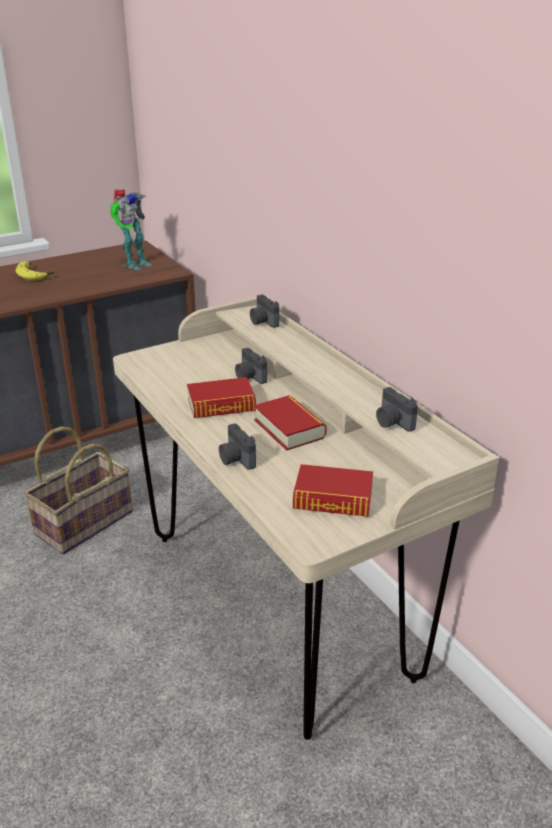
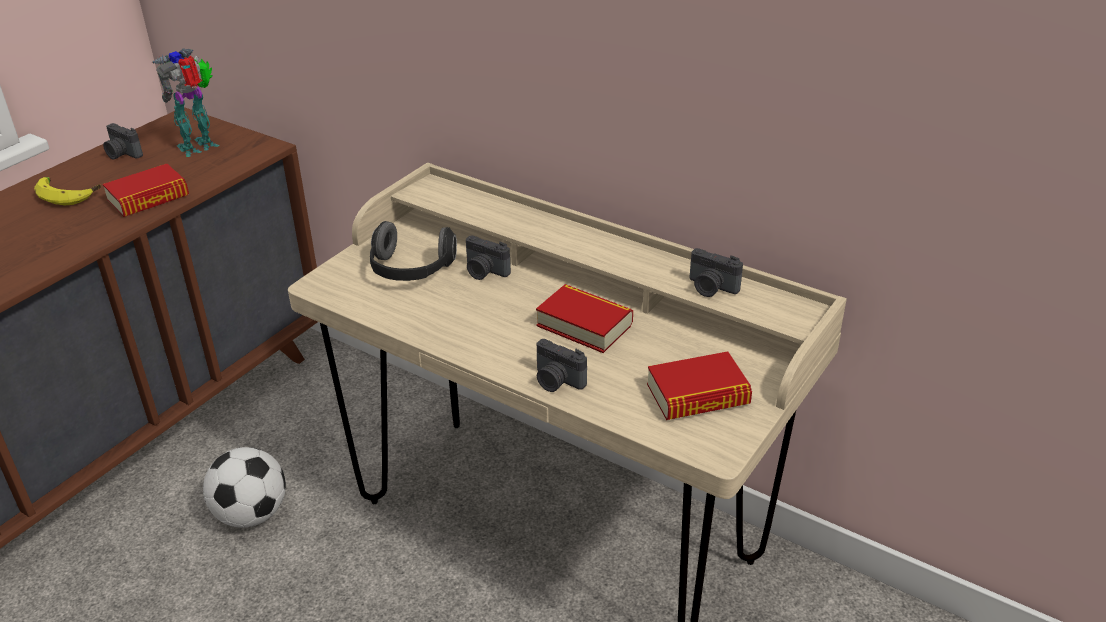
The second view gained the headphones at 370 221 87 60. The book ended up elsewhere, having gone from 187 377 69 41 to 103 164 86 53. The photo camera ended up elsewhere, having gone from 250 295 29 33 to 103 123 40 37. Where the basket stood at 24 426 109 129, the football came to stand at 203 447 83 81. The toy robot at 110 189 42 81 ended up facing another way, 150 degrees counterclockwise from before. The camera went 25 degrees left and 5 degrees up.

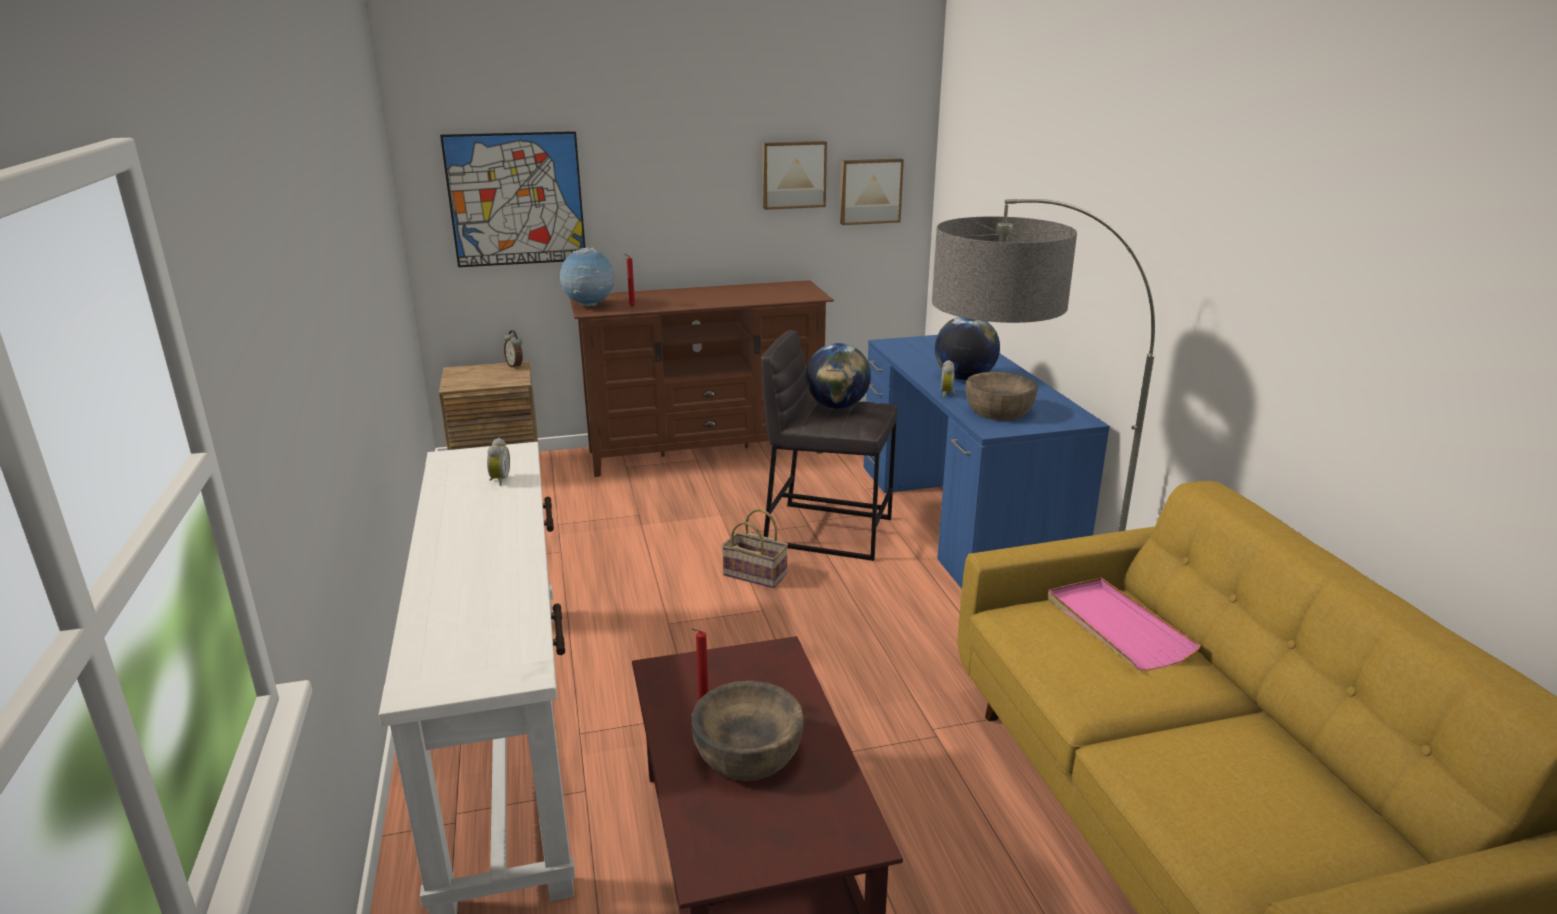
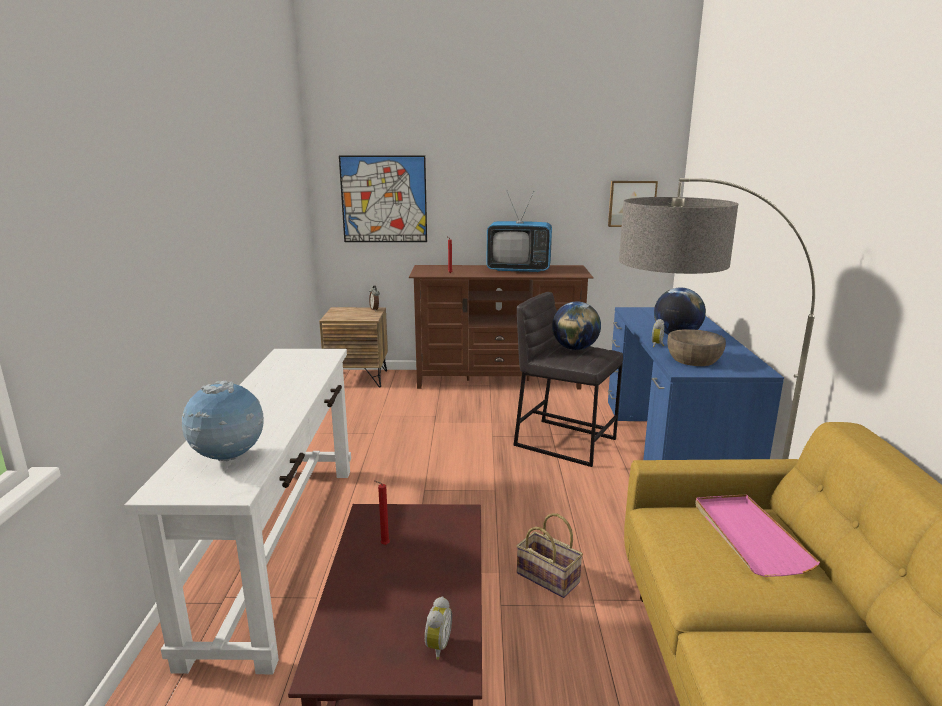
The second view lost the brown bowl at 692 681 112 100. The second view lost the picture at 763 141 64 69. The second view gained the television at 487 192 65 81. The alarm clock ended up elsewhere, having gone from 487 438 23 48 to 425 596 27 64. The globe ended up elsewhere, having gone from 560 247 56 59 to 182 380 82 81. The basket ended up elsewhere, having gone from 721 509 67 79 to 517 513 66 85. The camera went 15 degrees right and 5 degrees down.

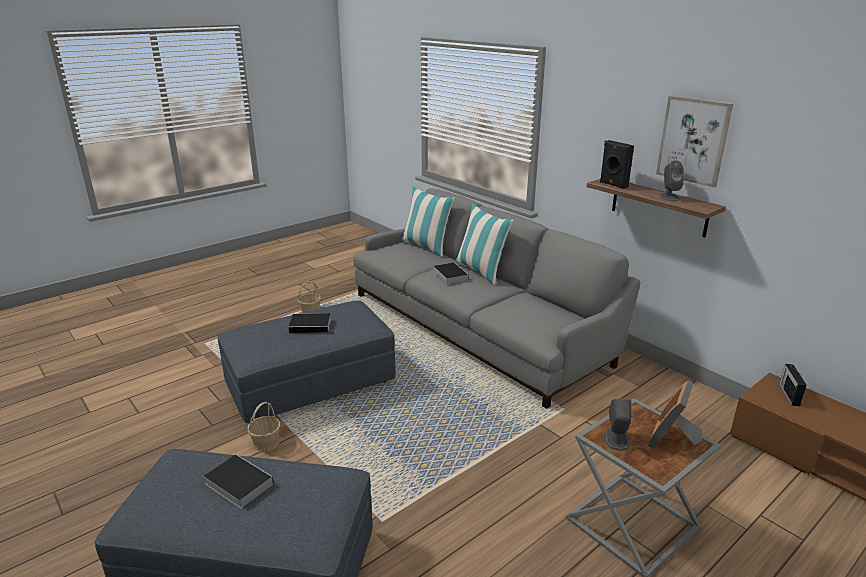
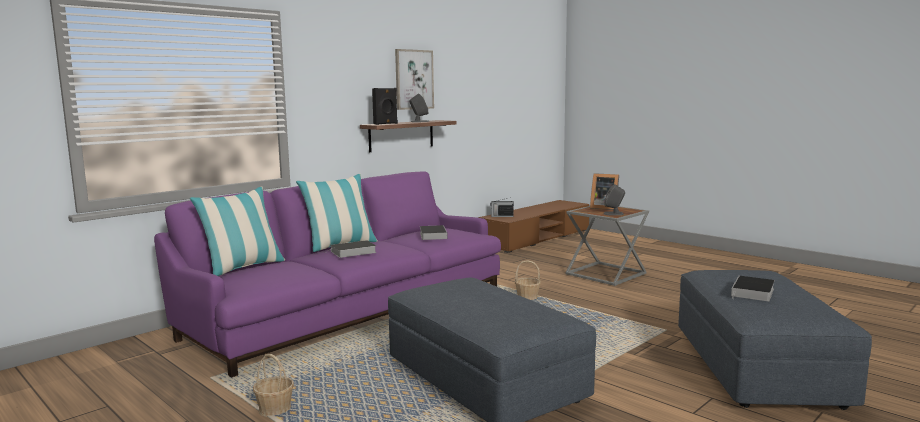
The basket ended up elsewhere, having gone from 247 402 34 50 to 515 260 26 40. The book ended up elsewhere, having gone from 288 313 47 20 to 420 225 28 15. What was the grey sofa at 353 188 287 221 turned into the purple sofa at 154 171 347 207. The camera went 95 degrees left and 15 degrees down.

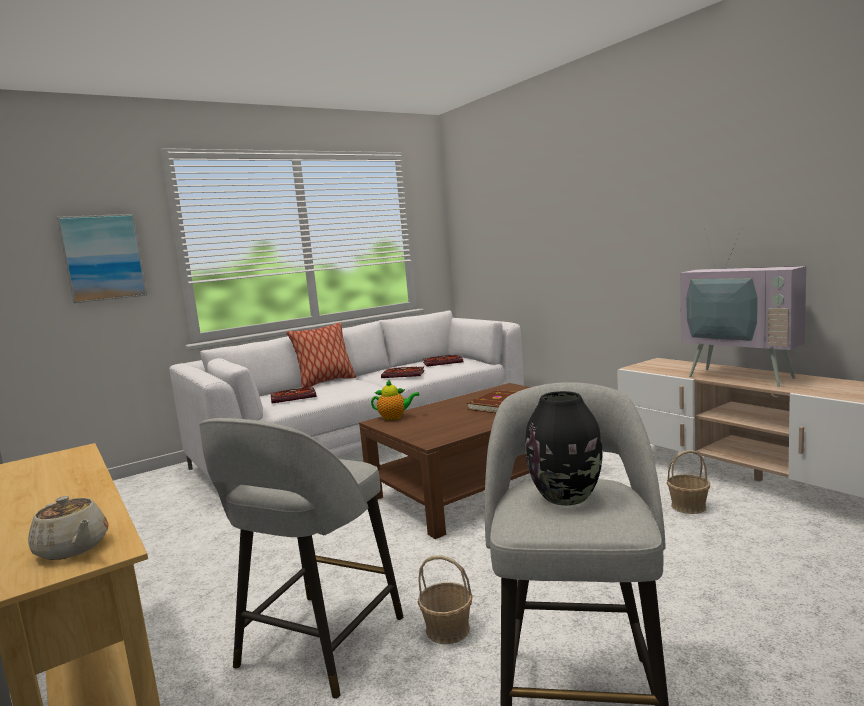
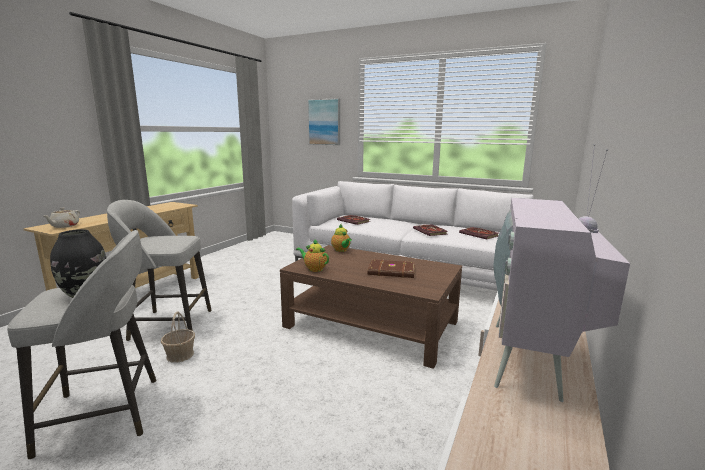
The second view lost the pillow at 287 322 69 66. The second view lost the basket at 667 450 43 64. The second view gained the teapot at 296 239 33 33. The camera went 60 degrees right and 5 degrees up.

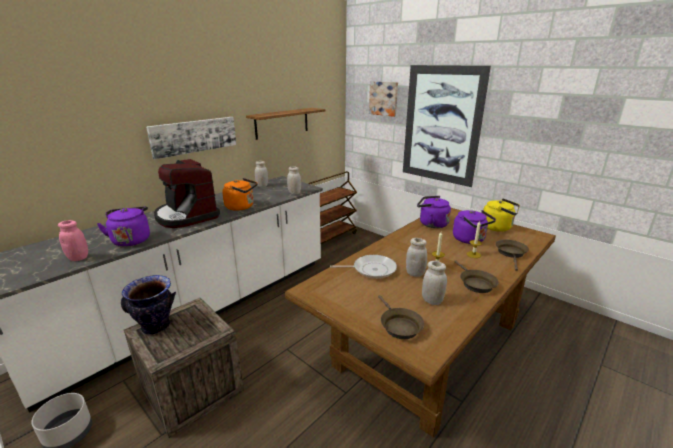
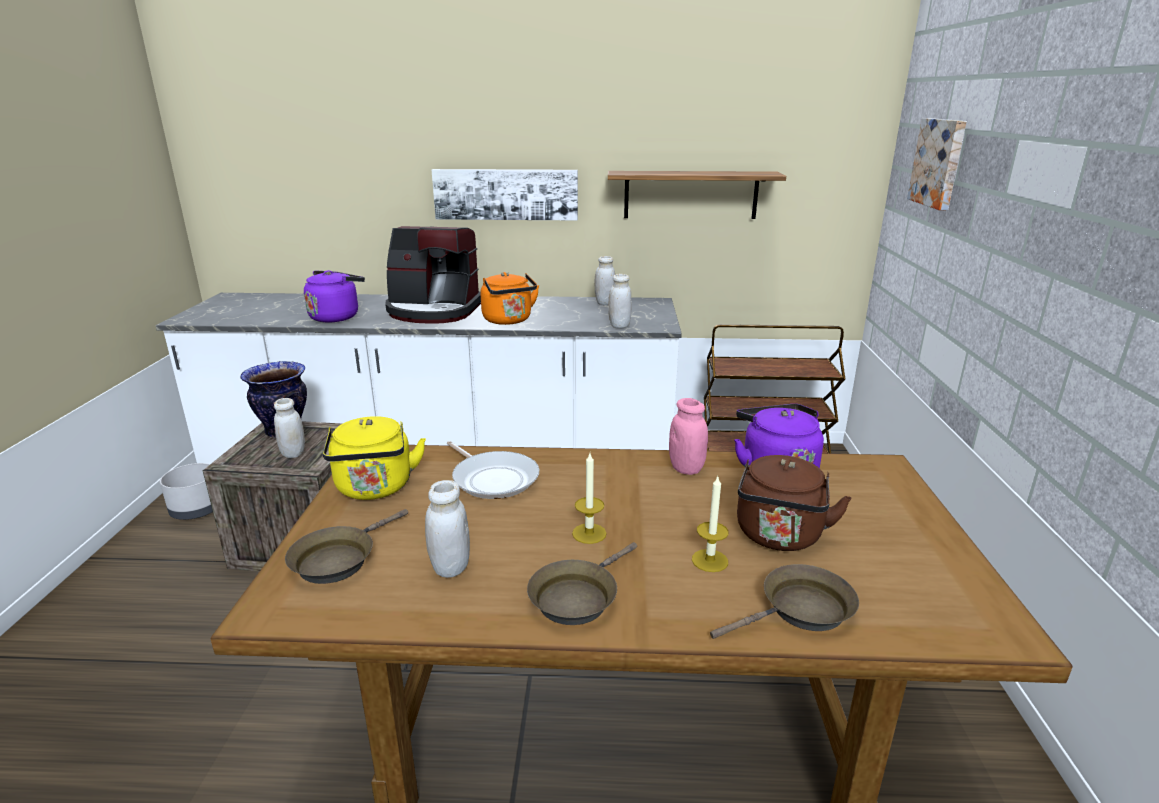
The second view lost the picture at 403 65 88 122. The pink jar ended up elsewhere, having gone from 58 220 30 41 to 669 398 39 77. The white jar ended up elsewhere, having gone from 406 238 21 39 to 274 398 31 60. The yellow kettle ended up elsewhere, having gone from 483 199 37 33 to 323 416 103 84. What was the purple kettle at 453 210 43 34 turned into the brown kettle at 737 455 115 96. The coffee machine at 154 159 66 69 ended up facing another way, 90 degrees counterclockwise from before. The camera went 50 degrees right and 0 degrees up.

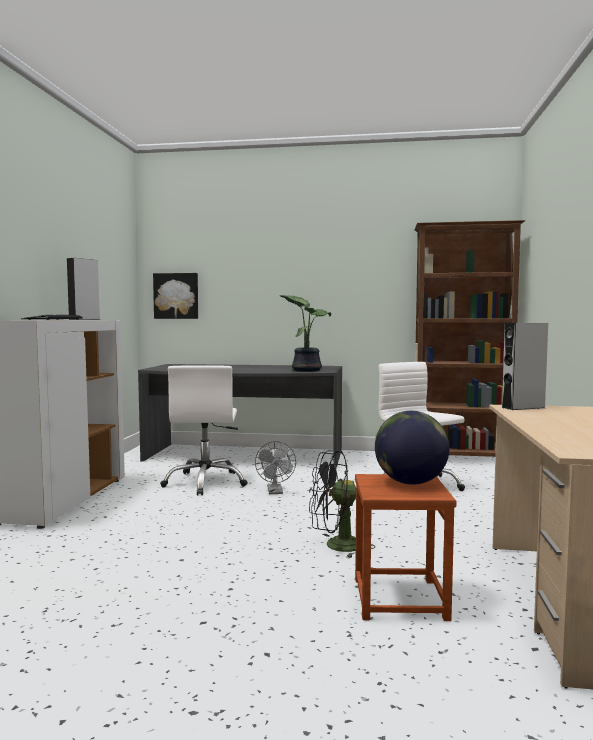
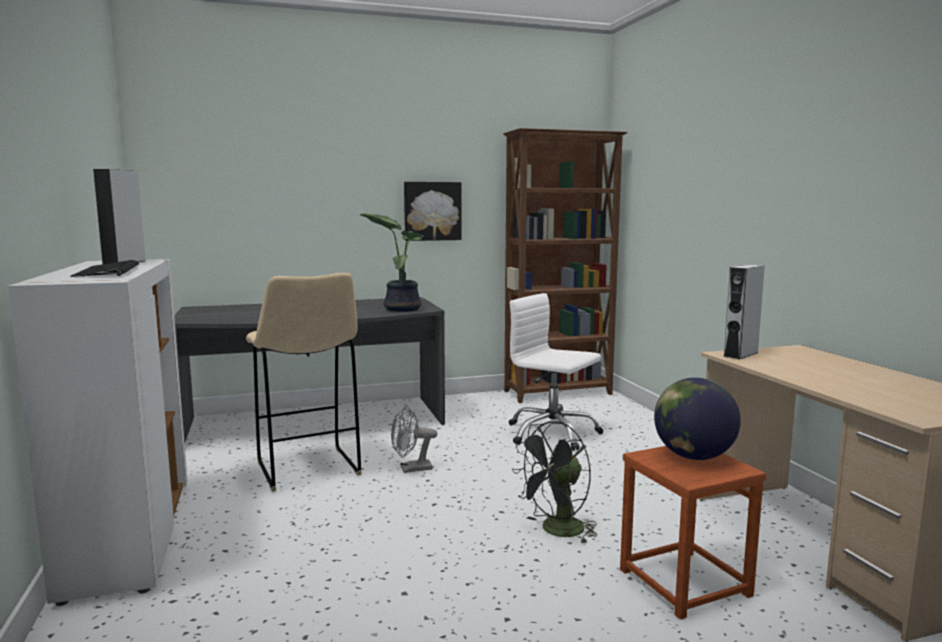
The picture ended up elsewhere, having gone from 153 273 45 46 to 404 182 58 59. Where the white office chair stood at 160 365 88 131, the beige stool came to stand at 246 273 116 219. The grey fan at 255 441 41 53 ended up facing another way, 105 degrees clockwise from before. The camera went 25 degrees left and 5 degrees up.

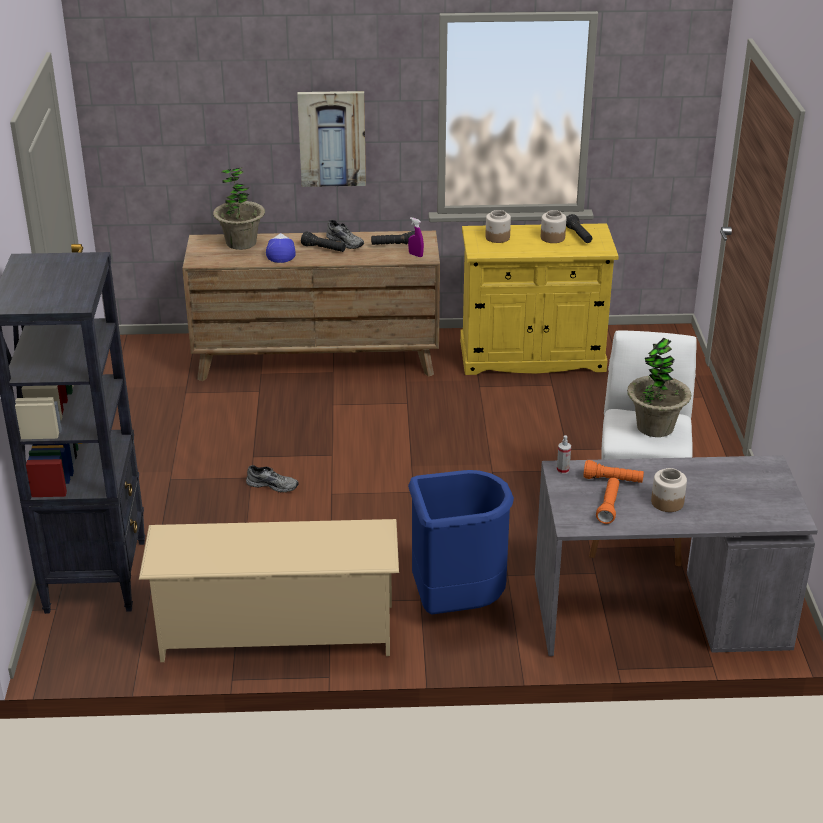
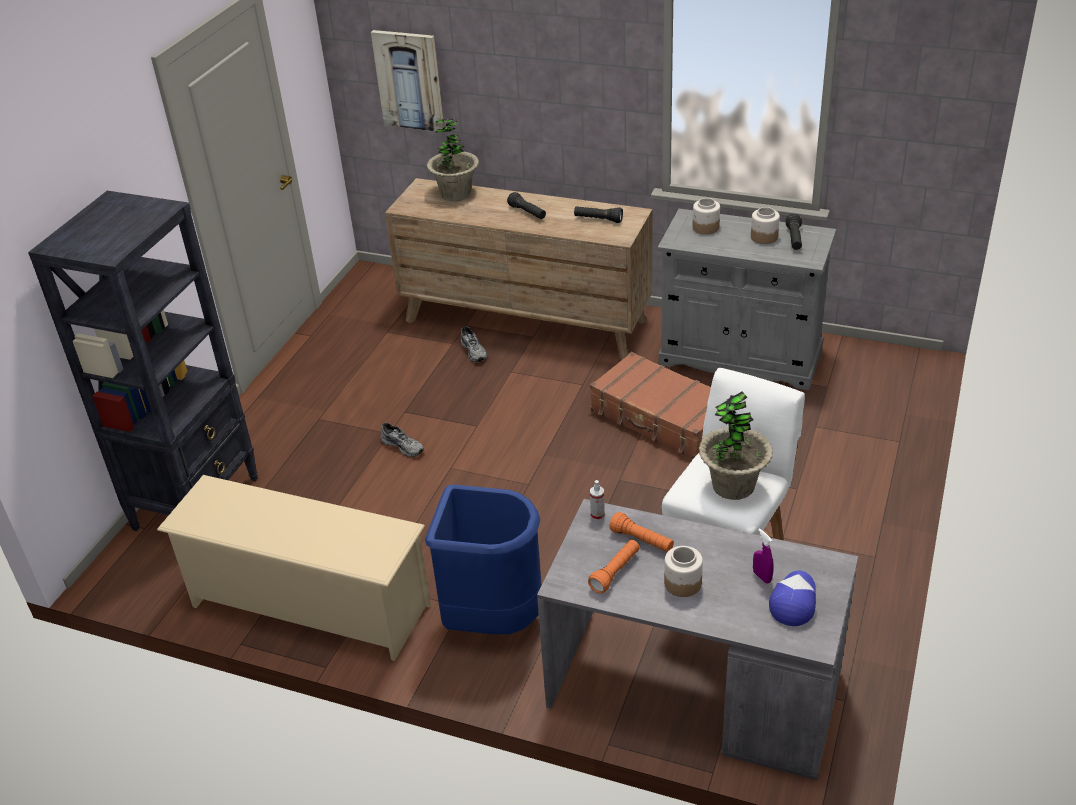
The second view gained the brown suitcase at 590 352 121 107. The cap ended up elsewhere, having gone from 266 233 30 30 to 769 570 47 56. The picture ended up elsewhere, having gone from 297 91 69 96 to 371 30 73 101. The grey shoe ended up elsewhere, having gone from 326 220 38 29 to 461 326 26 36. The purple spray bottle ended up elsewhere, having gone from 408 217 16 40 to 753 528 21 56. What was the yellow cabinet at 460 223 159 152 turned into the grey cabinet at 658 209 179 182. The camera went 25 degrees right and 5 degrees up.

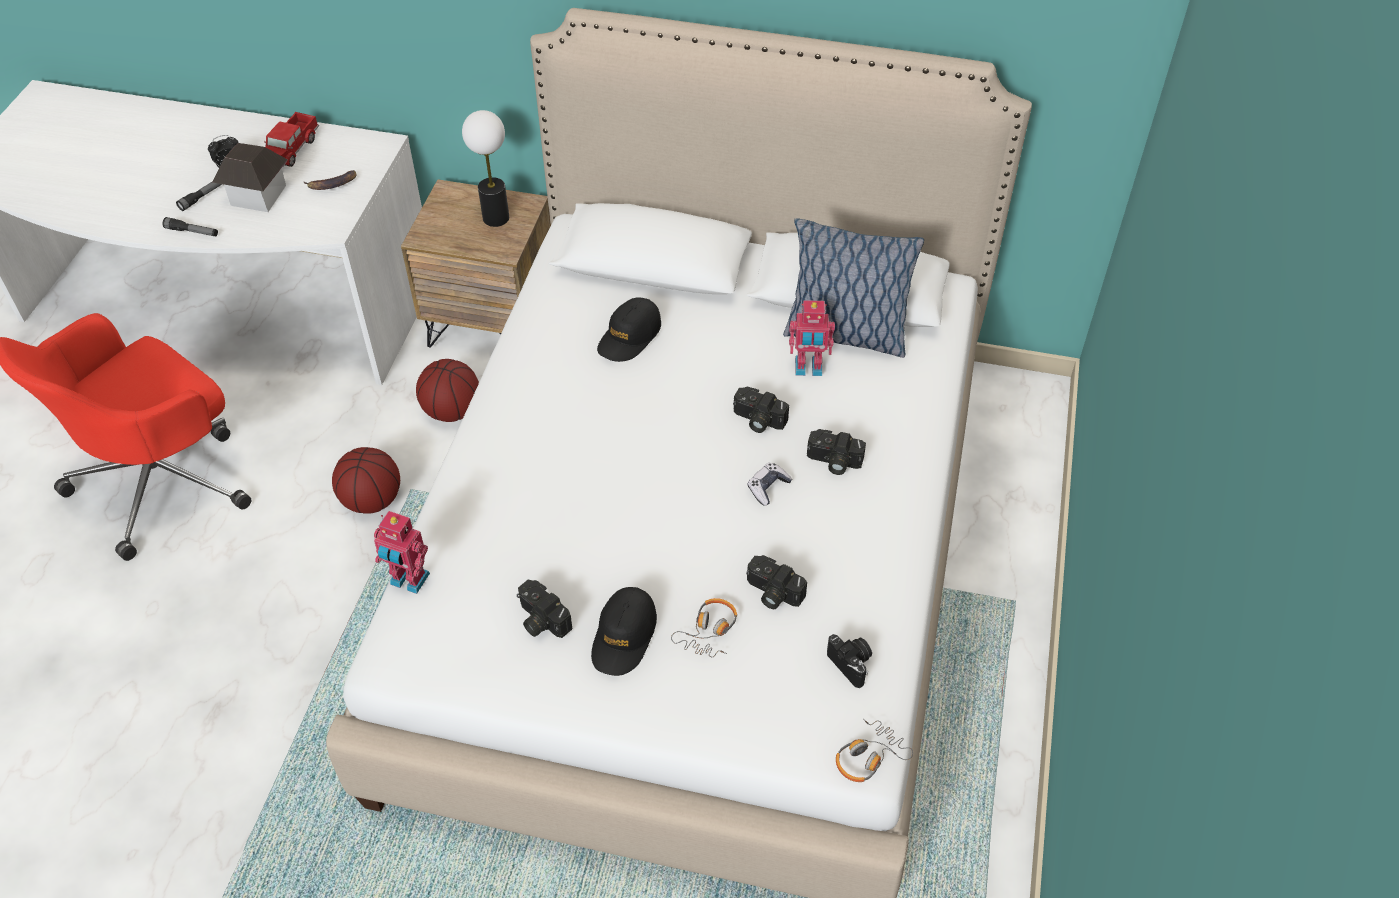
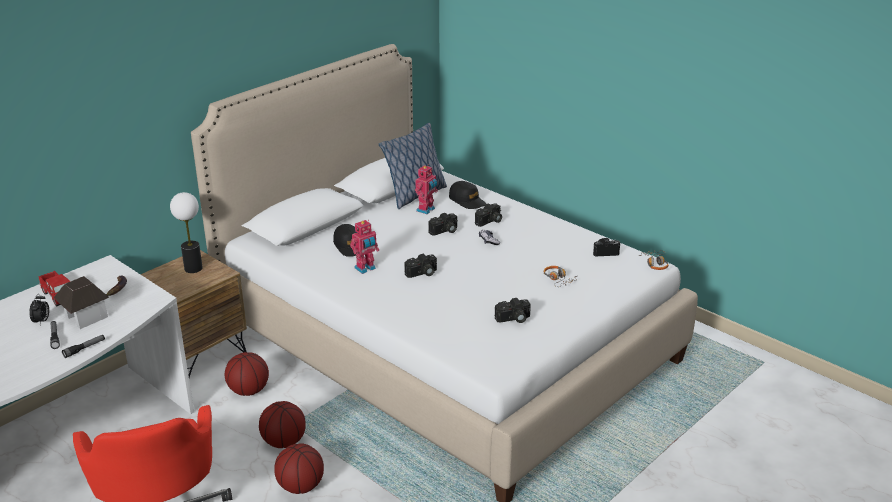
The second view gained the basketball at 274 443 50 51. The toy robot ended up elsewhere, having gone from 374 511 56 83 to 350 220 29 54. The black cap ended up elsewhere, having gone from 591 587 66 89 to 449 181 37 28. The photo camera ended up elsewhere, having gone from 746 555 61 54 to 404 254 33 24. The camera went 60 degrees left and 20 degrees down.

